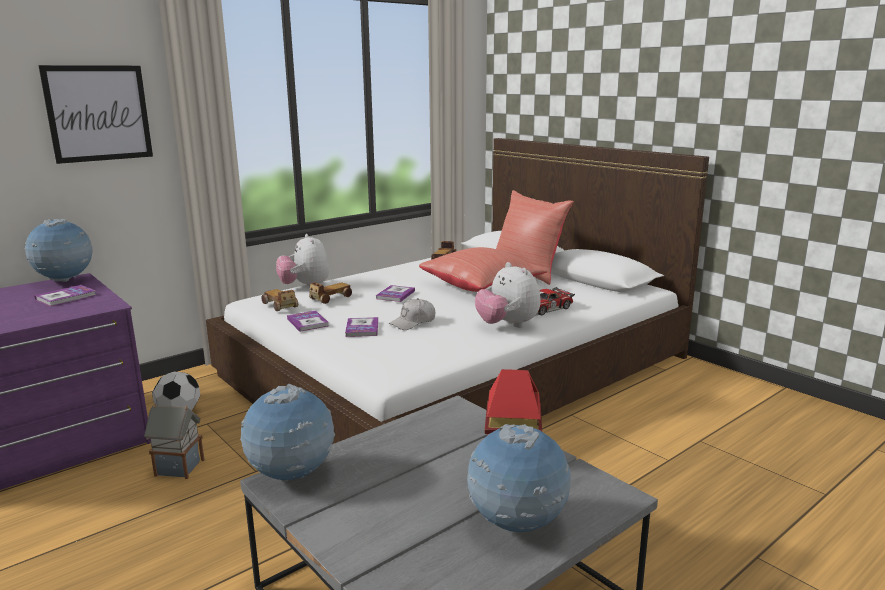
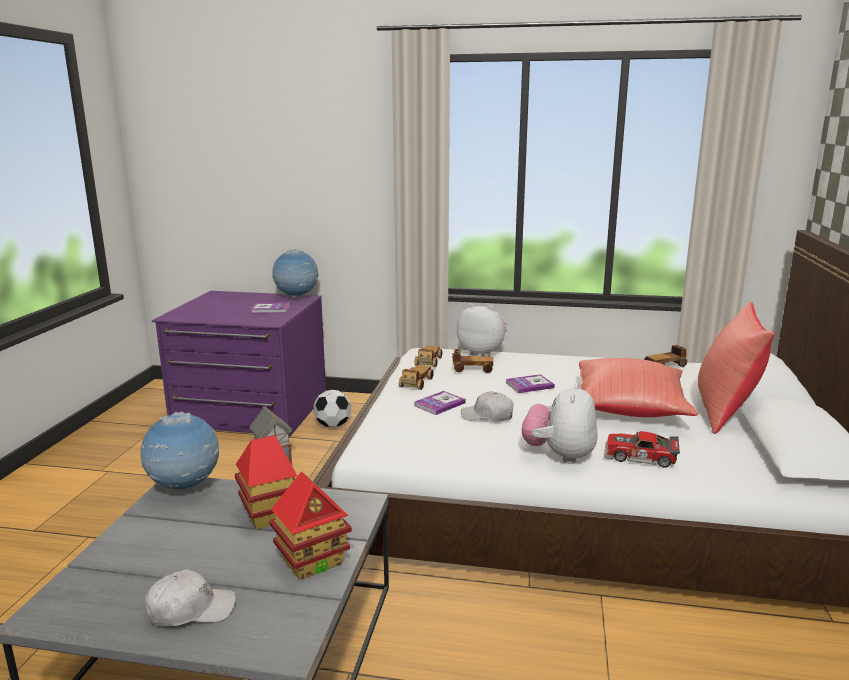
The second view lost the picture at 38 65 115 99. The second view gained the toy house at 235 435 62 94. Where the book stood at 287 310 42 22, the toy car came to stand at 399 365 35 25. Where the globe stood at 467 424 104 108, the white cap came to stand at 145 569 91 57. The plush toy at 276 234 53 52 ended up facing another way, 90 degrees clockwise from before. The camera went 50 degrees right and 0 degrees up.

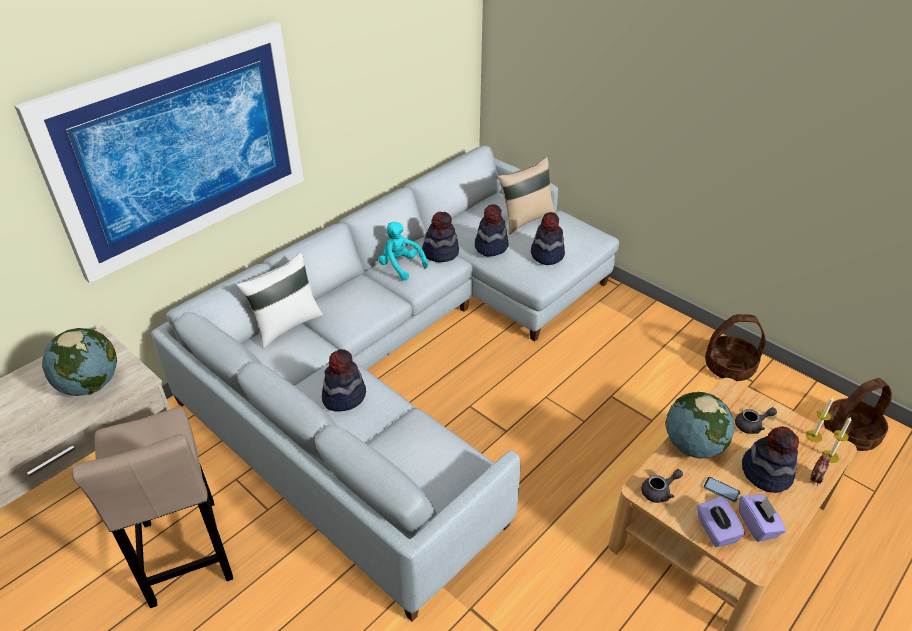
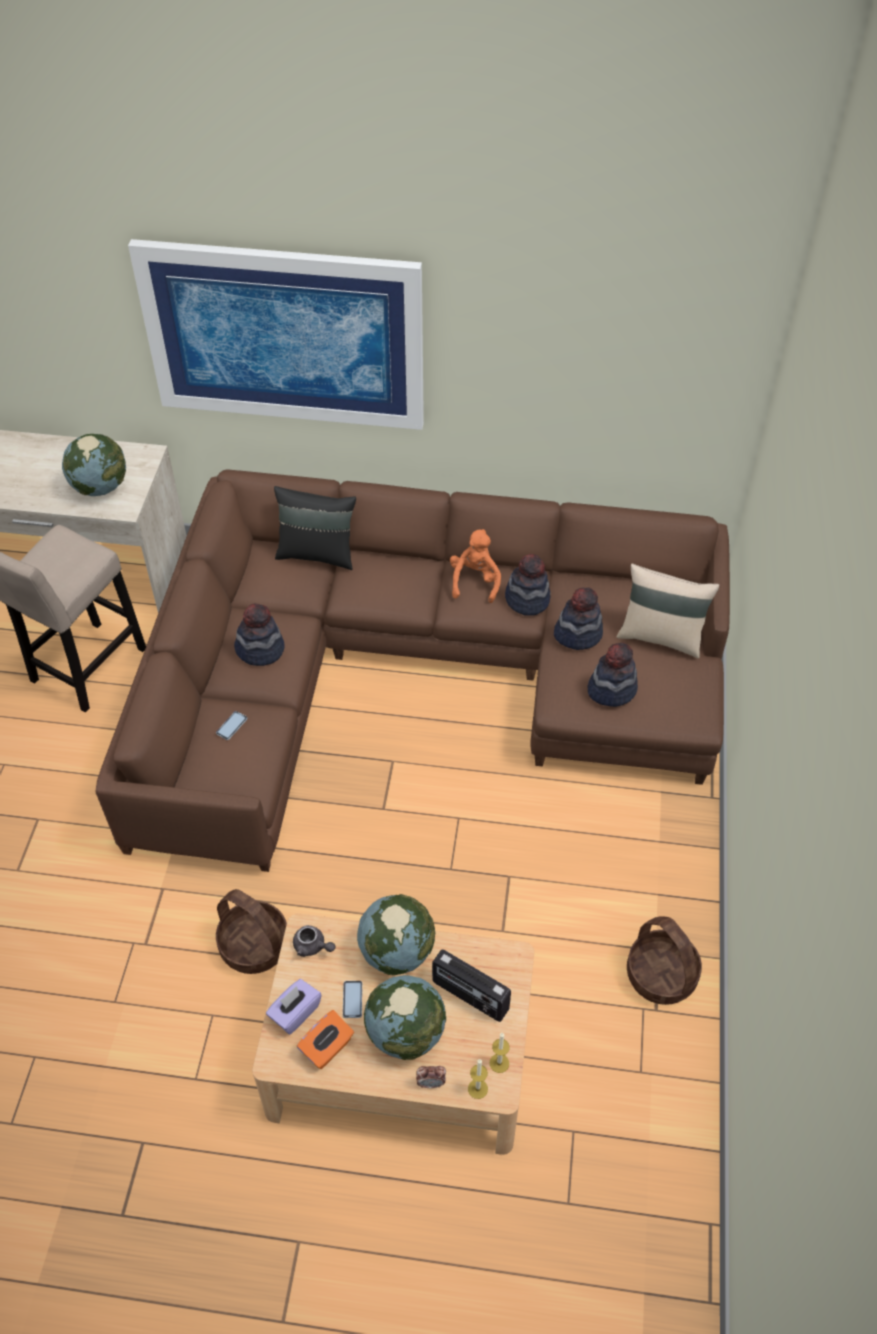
The second view gained the phone at 216 711 31 29. The basket ended up elsewhere, having gone from 824 378 68 73 to 216 889 71 85. Where the grey teapot stood at 735 407 42 27, the radio came to stand at 432 949 79 73. Where the hat stood at 742 426 57 67, the globe came to stand at 364 975 82 85. What was the grey sofa at 151 146 468 475 turned into the brown sofa at 96 469 634 403. What was the white pillow at 236 252 87 96 turned into the black pillow at 274 486 82 84. What was the turquoise plush toy at 378 222 50 59 turned into the orange plush toy at 450 529 51 74. What was the purple tissue box at 739 495 47 47 turned into the orange tissue box at 297 1010 57 59. The camera went 55 degrees right and 10 degrees up.

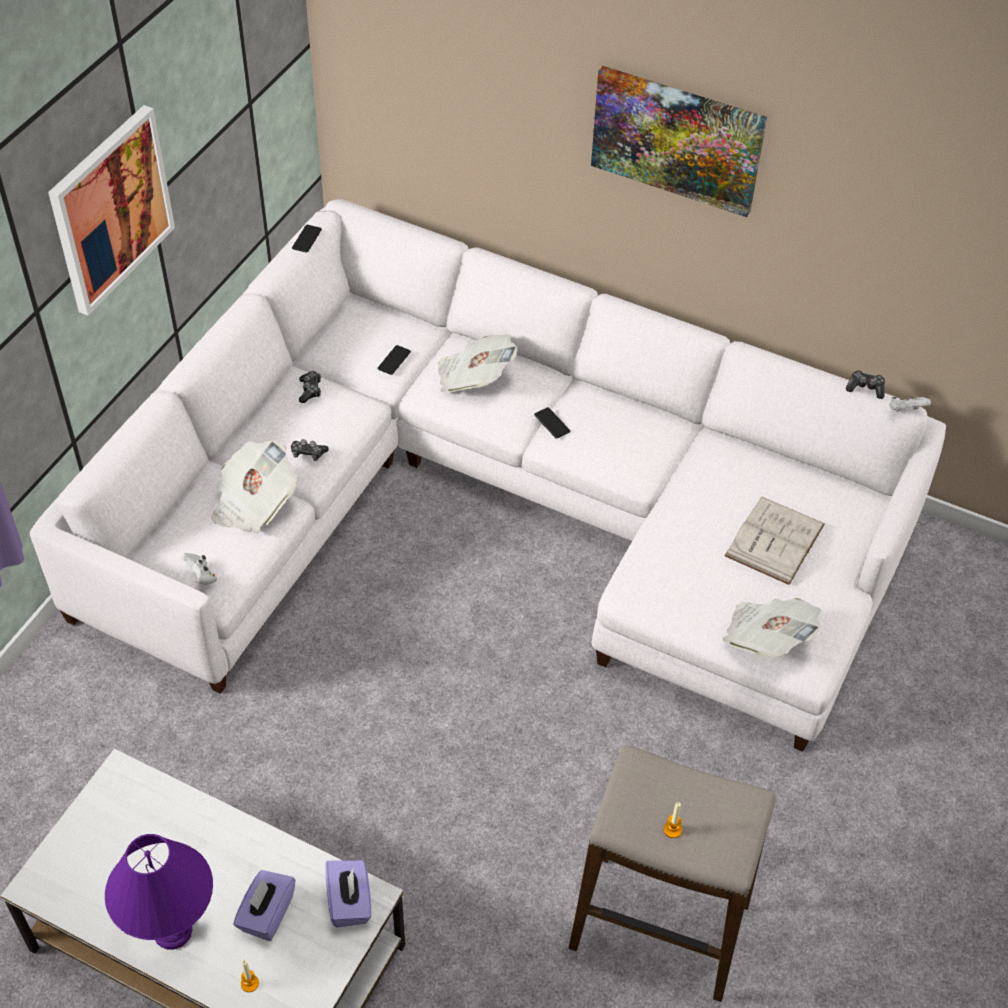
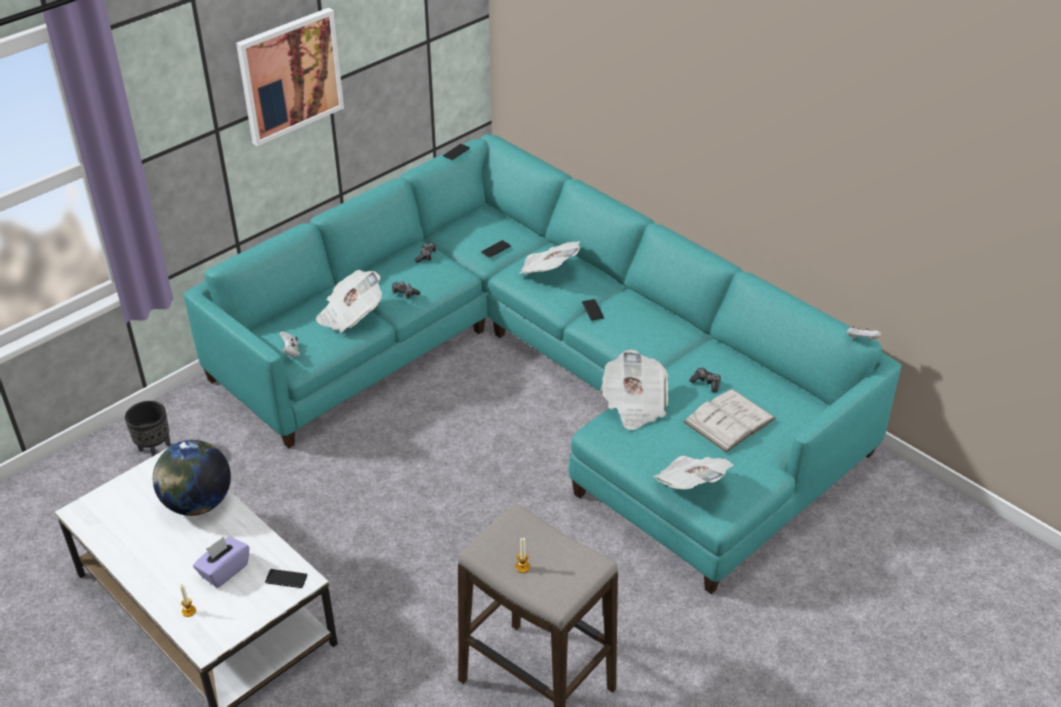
The second view lost the purple table lamp at 105 834 108 115. The second view lost the picture at 591 66 176 151. The second view gained the black planter at 125 401 46 56. The second view gained the globe at 153 440 78 76. The second view gained the newspaper at 601 350 67 80. The game controller ended up elsewhere, having gone from 846 370 39 29 to 690 368 31 25. Where the purple tissue box stood at 325 860 46 68, the phone came to stand at 265 569 42 19. What was the white sofa at 30 199 916 553 turned into the turquoise sofa at 184 134 717 460. The camera went 20 degrees right and 10 degrees down.

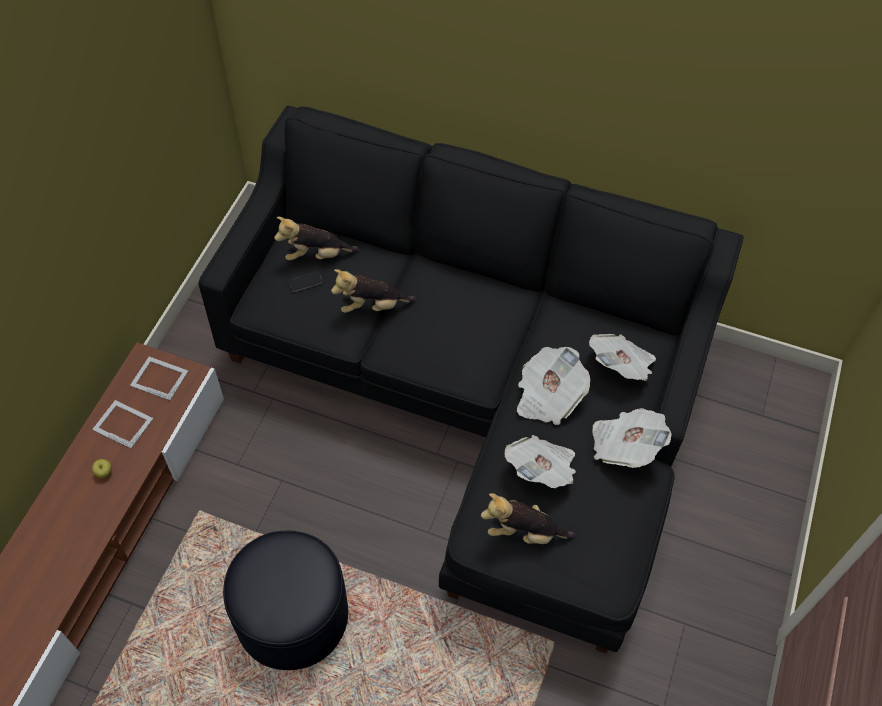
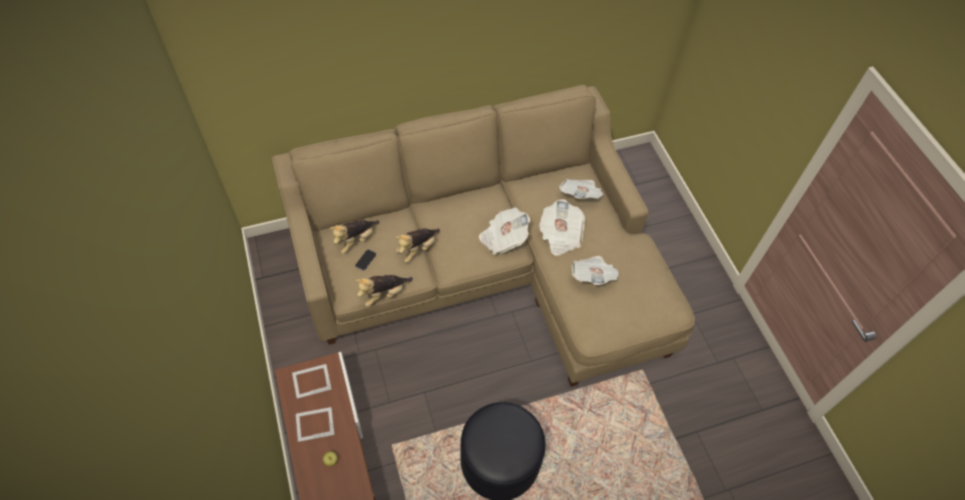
The plush toy ended up elsewhere, having gone from 481 493 95 51 to 356 275 57 32. The newspaper ended up elsewhere, having gone from 592 408 79 60 to 479 208 52 47. What was the black sofa at 199 105 544 548 turned into the beige sofa at 272 85 423 302. The camera went 40 degrees left and 0 degrees up.

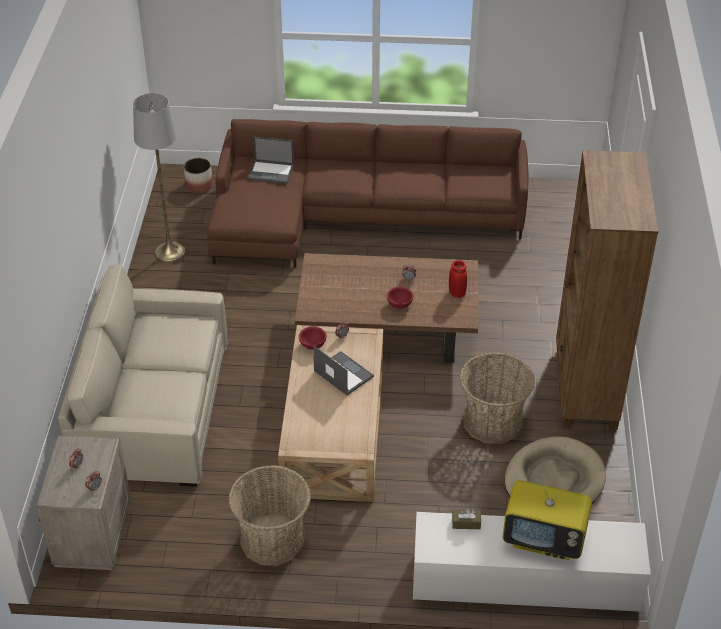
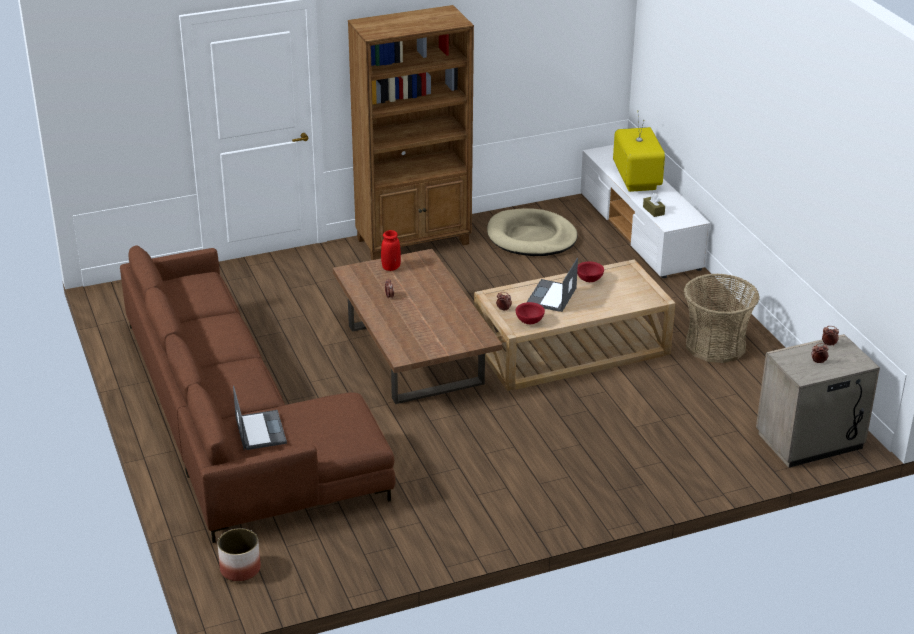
The second view lost the beige sofa at 58 264 170 223. The second view lost the grey floor lamp at 133 93 52 169. The second view lost the basket at 459 352 76 92. The red bowl ended up elsewhere, having gone from 387 287 26 22 to 577 261 27 21. The camera went 115 degrees left and 10 degrees down.

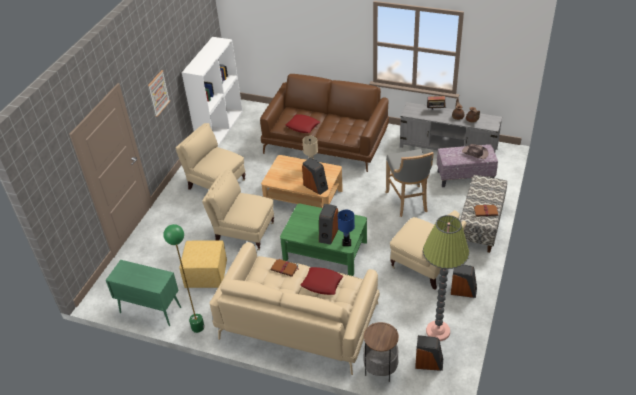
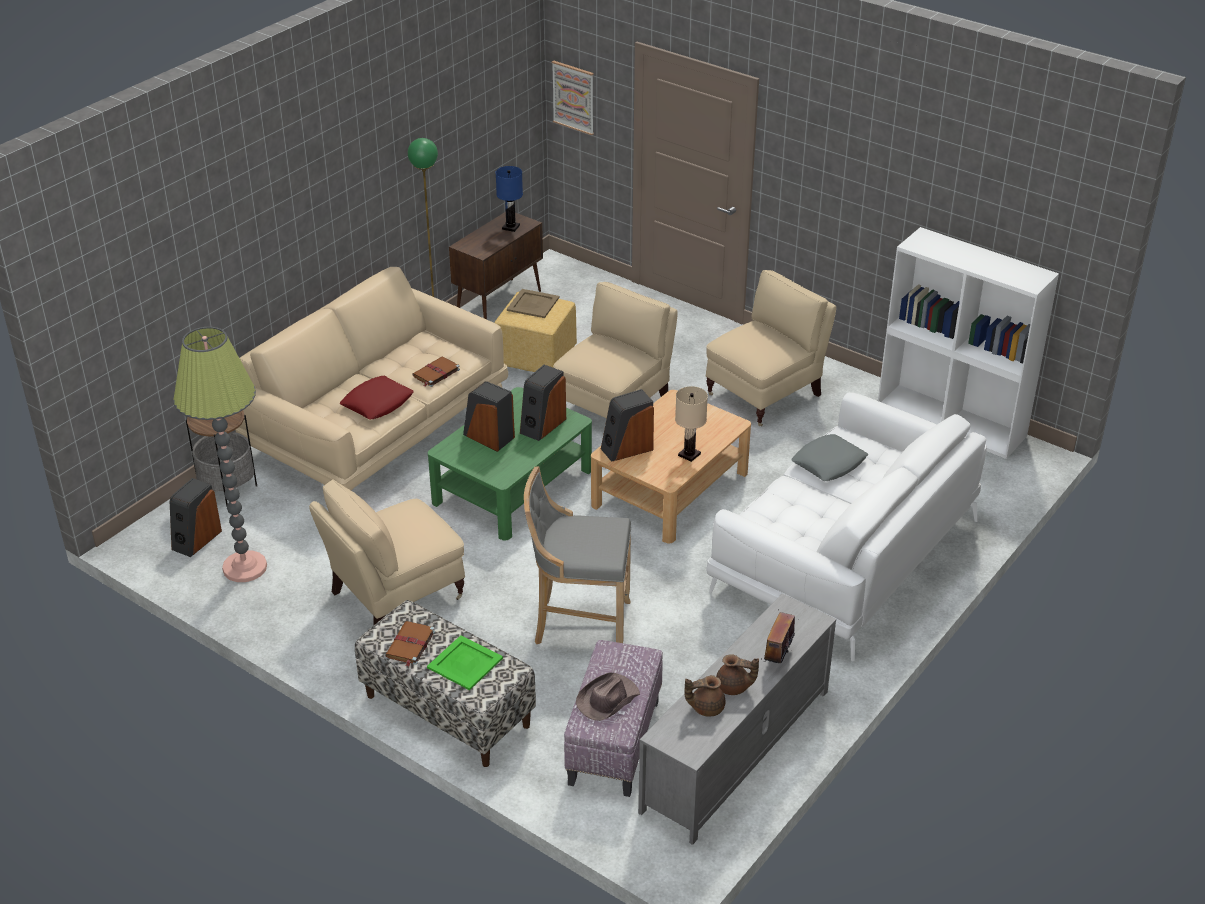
The second view gained the green tray at 427 635 76 55. The second view gained the beige tray at 507 289 52 29. The picture ended up elsewhere, having gone from 148 70 22 47 to 552 61 42 74. The blue table lamp ended up elsewhere, having gone from 337 210 18 36 to 496 166 27 66. The speaker ended up elsewhere, having gone from 451 265 26 33 to 520 364 46 77. What was the green cabinet at 106 260 75 66 turned into the brown cabinet at 449 212 94 108. What was the brown sofa at 260 74 129 98 turned into the white sofa at 706 392 281 270. What was the red pillow at 286 114 34 19 turned into the grey pillow at 791 434 77 47. The camera went 105 degrees right and 5 degrees down.

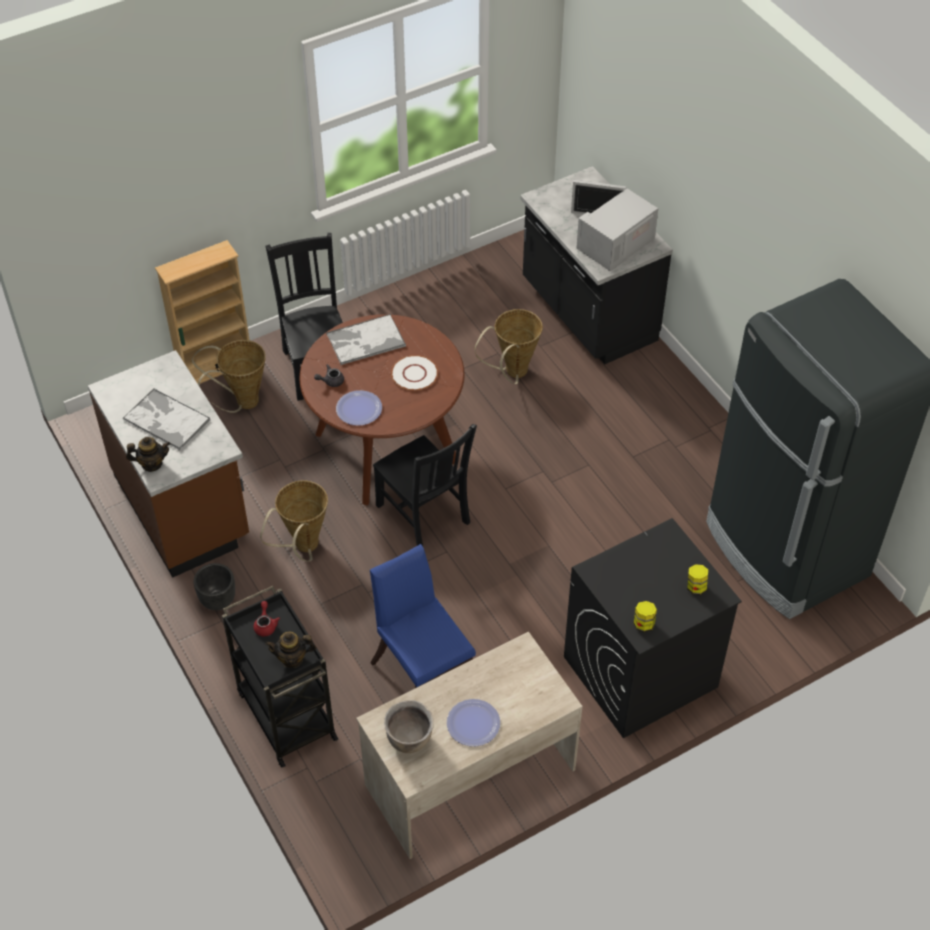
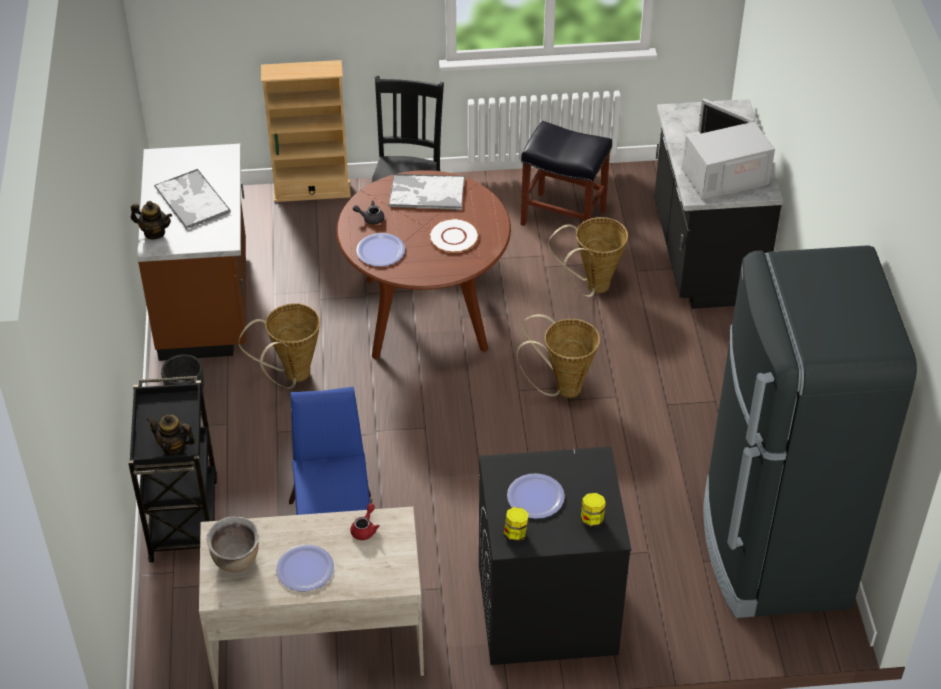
The second view lost the black chair at 373 424 104 122. The second view gained the plate at 507 473 58 46. The second view gained the black stool at 521 121 91 105. The basket ended up elsewhere, having gone from 192 340 74 73 to 516 314 84 84. The red teapot ended up elsewhere, having gone from 254 601 26 36 to 350 503 30 37. The camera went 25 degrees right and 5 degrees down.

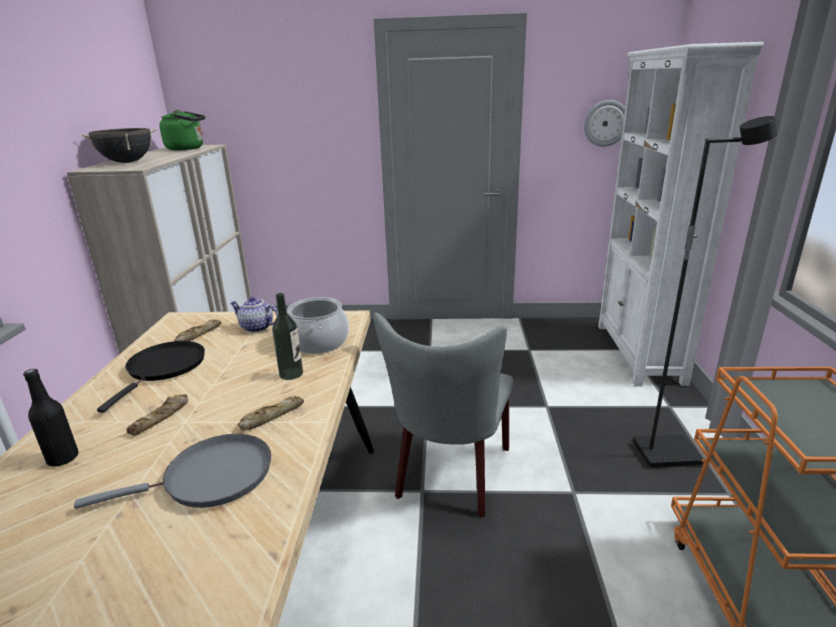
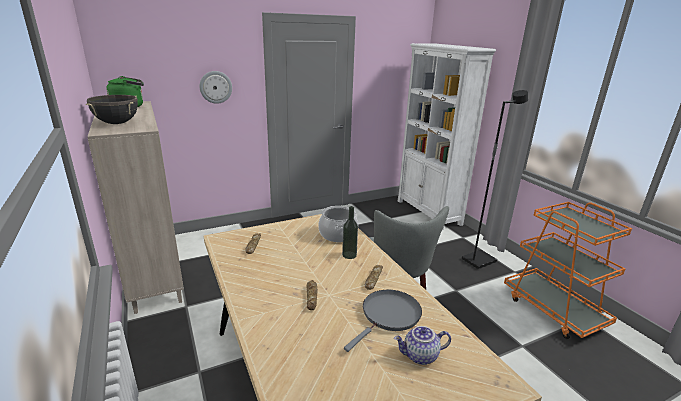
The second view lost the black bottle at 23 369 56 98. The second view lost the black frying pan at 97 341 108 72. The teapot ended up elsewhere, having gone from 230 297 48 36 to 394 326 57 39. The wall clock ended up elsewhere, having gone from 584 100 41 47 to 199 71 33 33. The camera went 30 degrees left and 0 degrees up.

